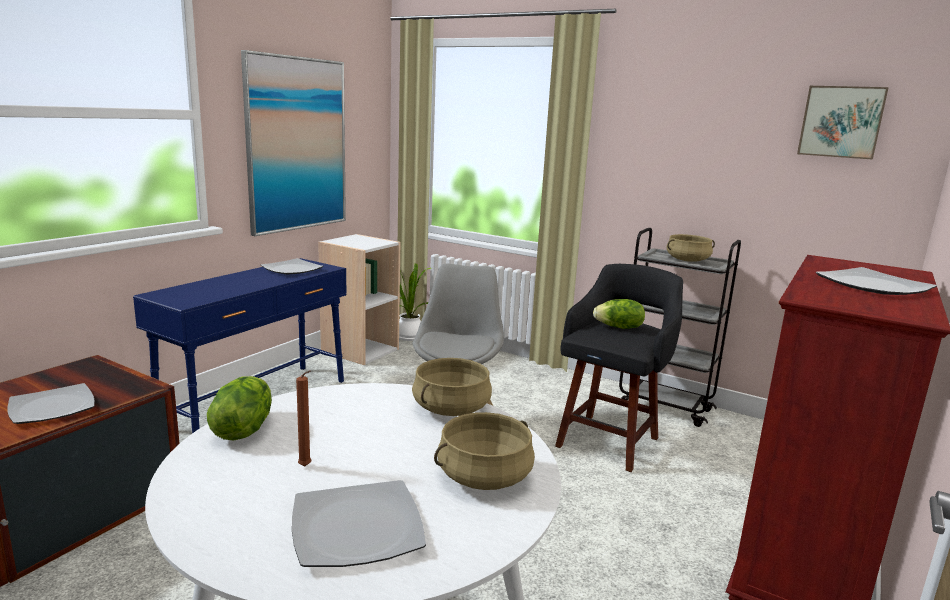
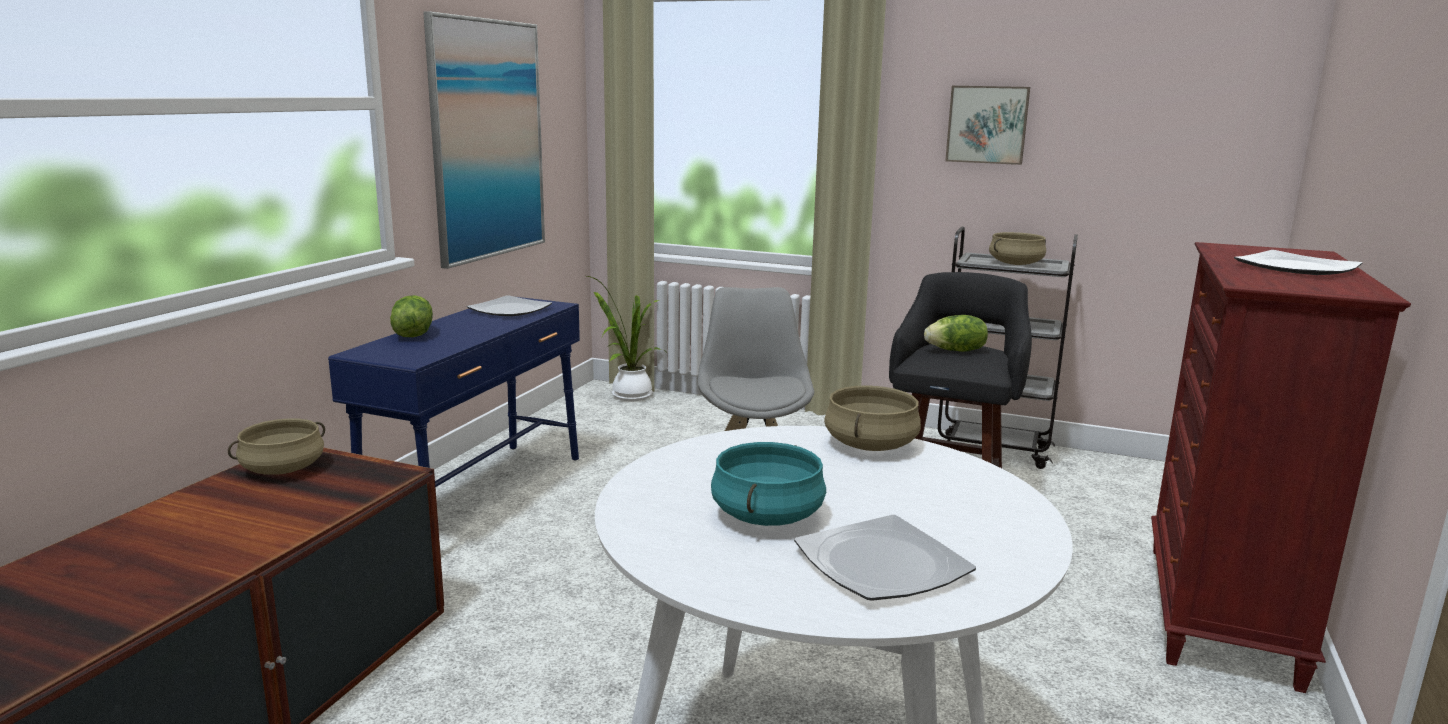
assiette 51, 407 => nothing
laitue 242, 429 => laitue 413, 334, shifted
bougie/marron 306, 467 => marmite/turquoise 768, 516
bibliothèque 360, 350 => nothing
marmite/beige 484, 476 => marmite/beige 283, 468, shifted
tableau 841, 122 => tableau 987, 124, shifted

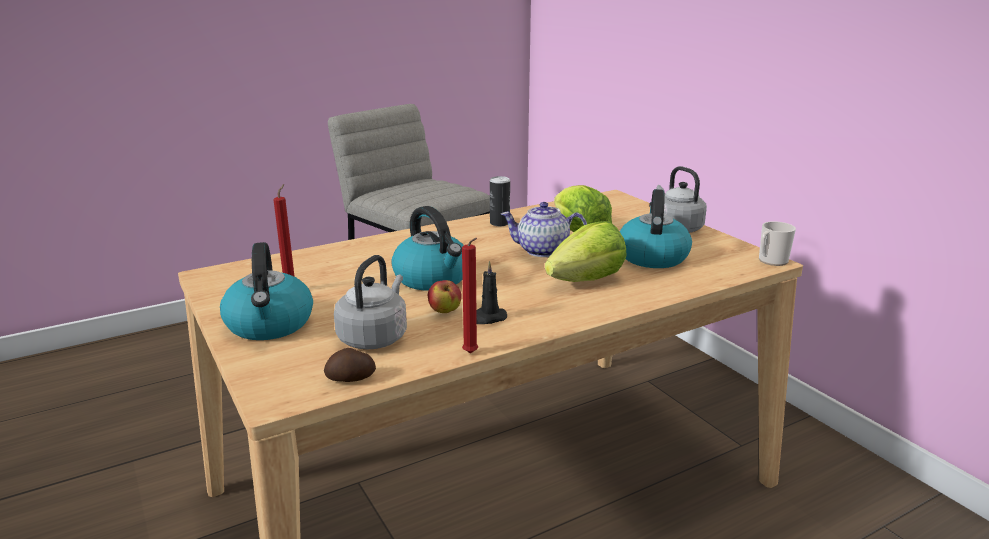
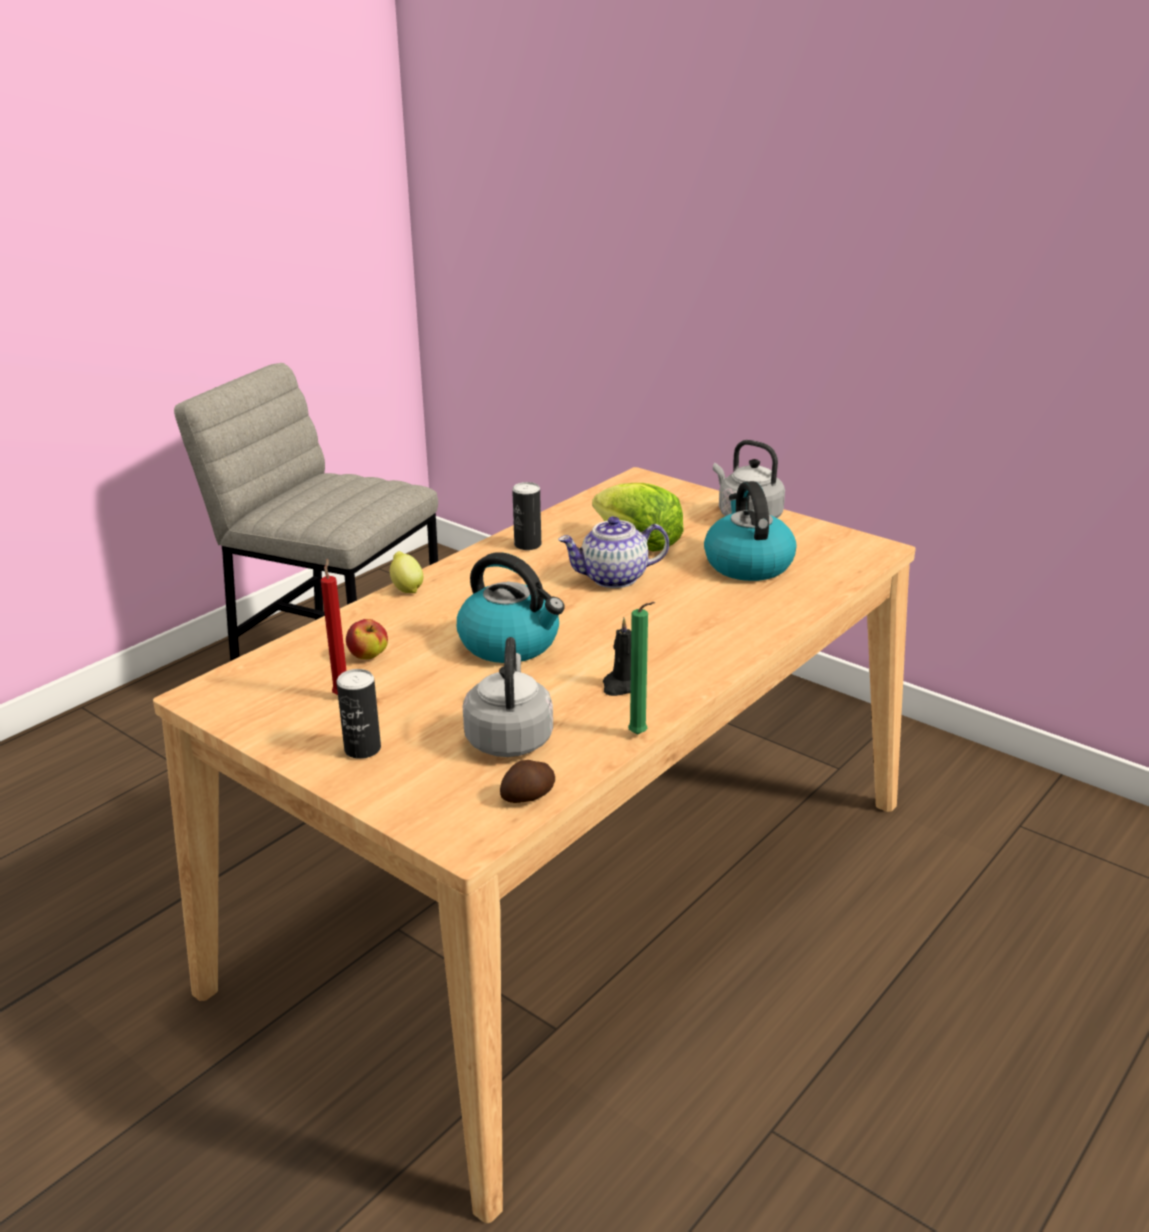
bouilloire 270, 325 => boîte métallique 362, 749
pomme 445, 311 => pomme 368, 656, shifted
bougie/rouge 471, 354 => bougie/vert 640, 735
laitue 587, 280 => nothing
mug 771, 261 => nothing
nothing => citron 406, 588

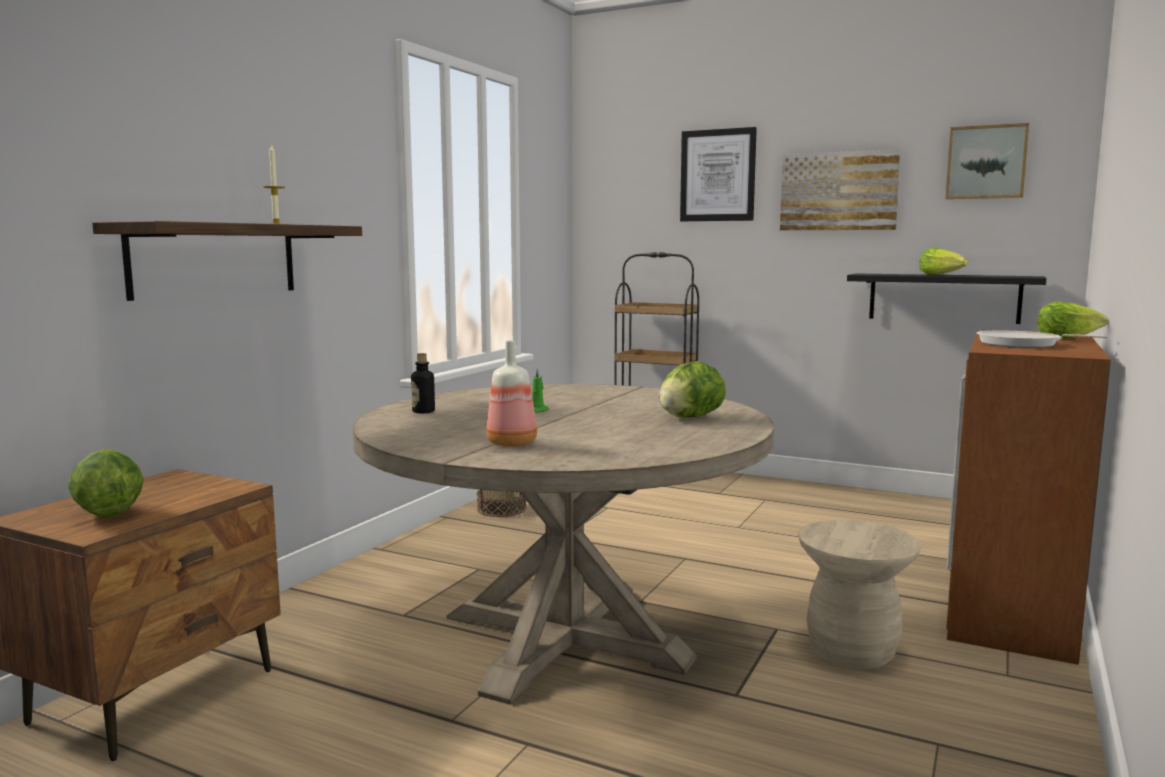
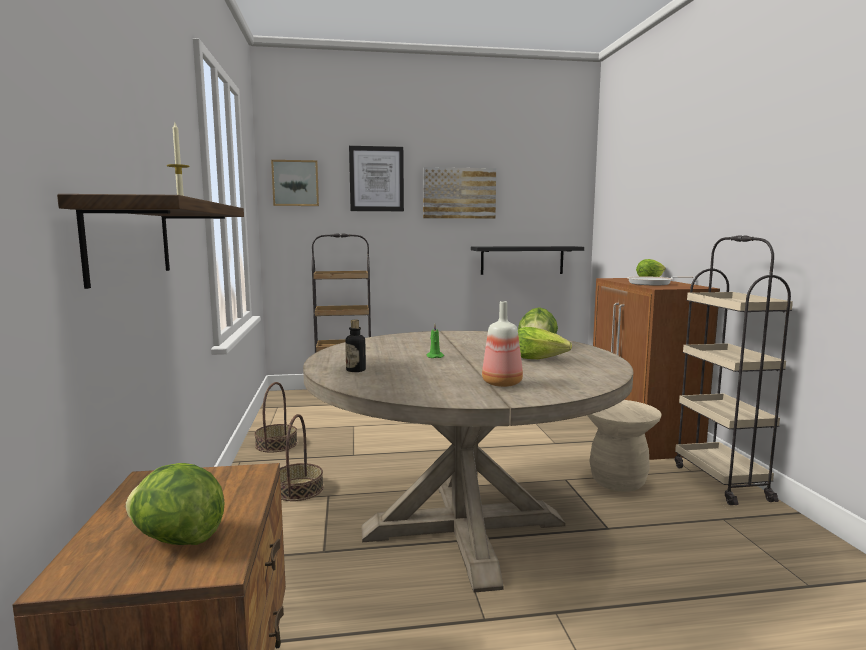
laitue 941, 275 => laitue 539, 359, shifted
tableau 986, 162 => tableau 295, 183, shifted
nothing => panier 298, 489
nothing => chariot/beige 721, 482

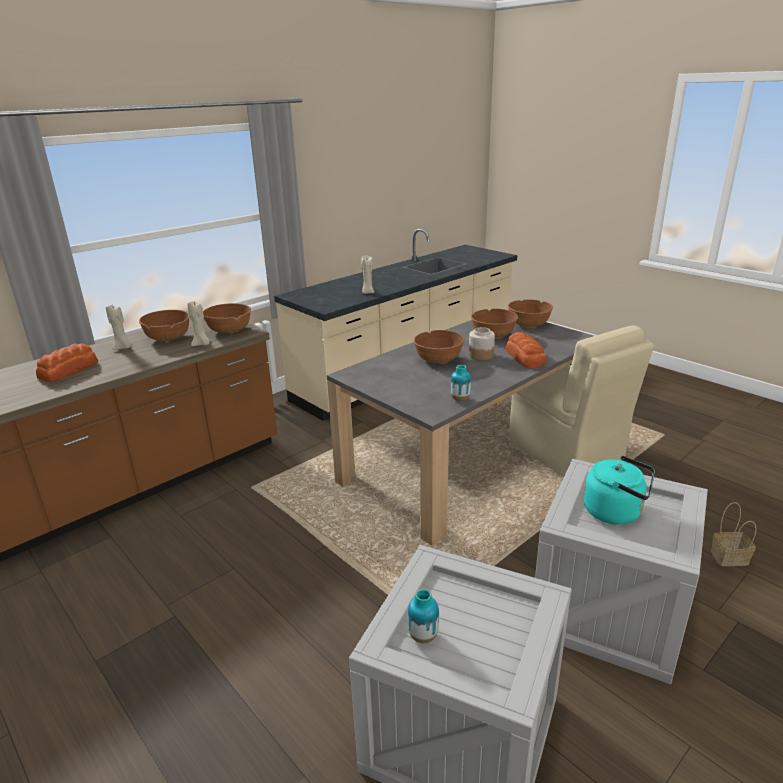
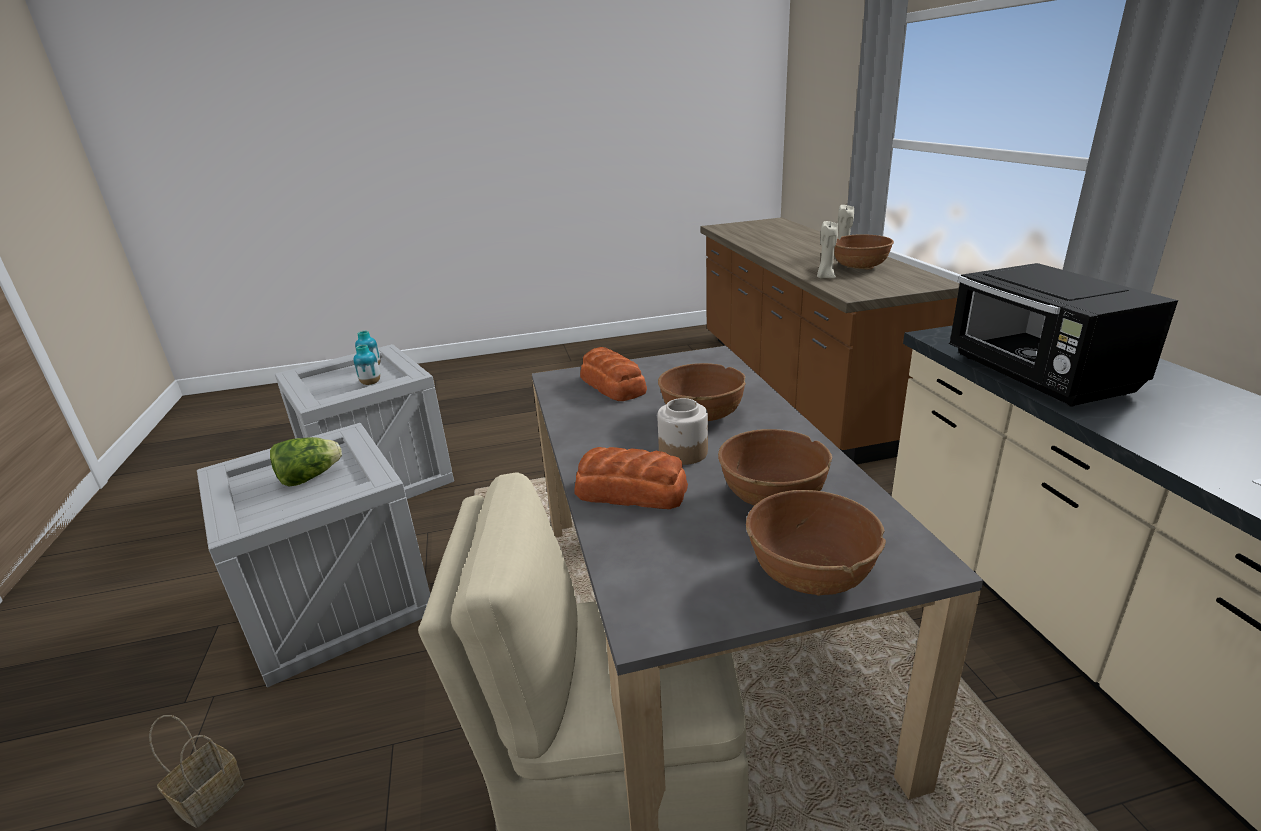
pain 69, 370 => pain 613, 386, shifted
bol/marron 229, 331 => nothing
bougie/beige 367, 292 => micro-ondes/noir 1039, 376
vase 460, 399 => vase 371, 383, shifted
bouilloire/turquoise 616, 512 => laitue 310, 477

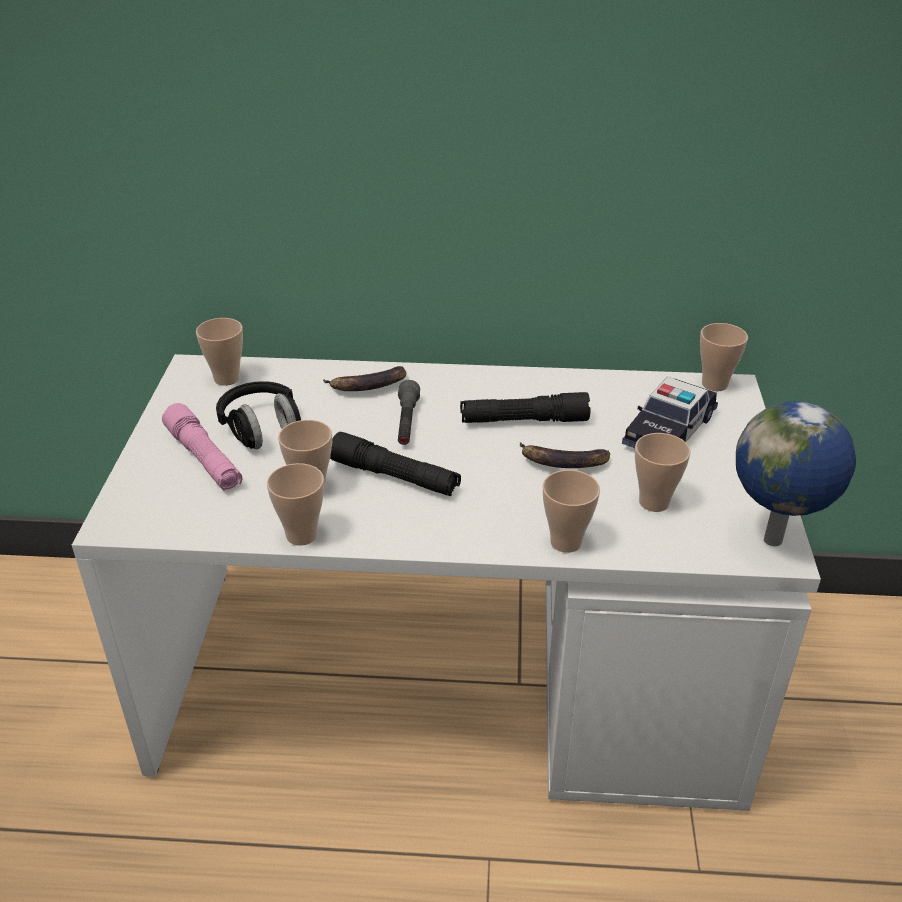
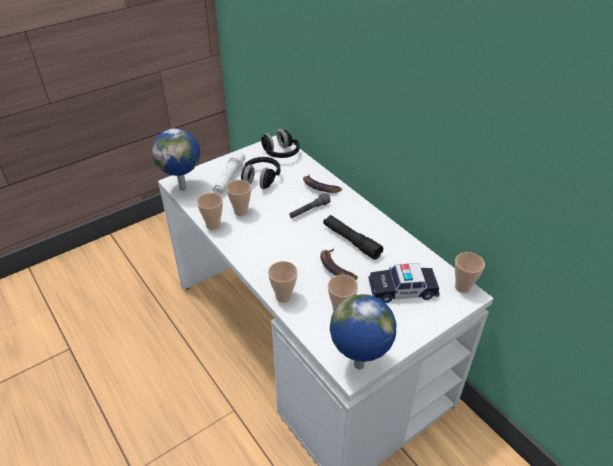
lampe de poche/rose 204, 459 => lampe de poche/blanc 229, 178
tasse 227, 378 => casque audio/noir 280, 153
lampe de poche/noir 395, 477 => nothing
nothing => globe 183, 187

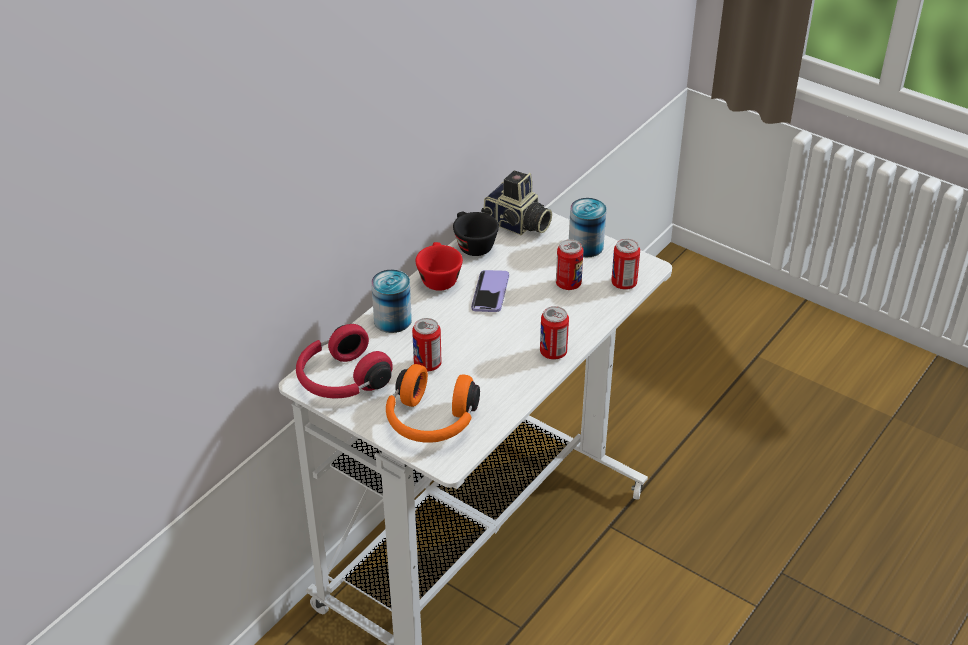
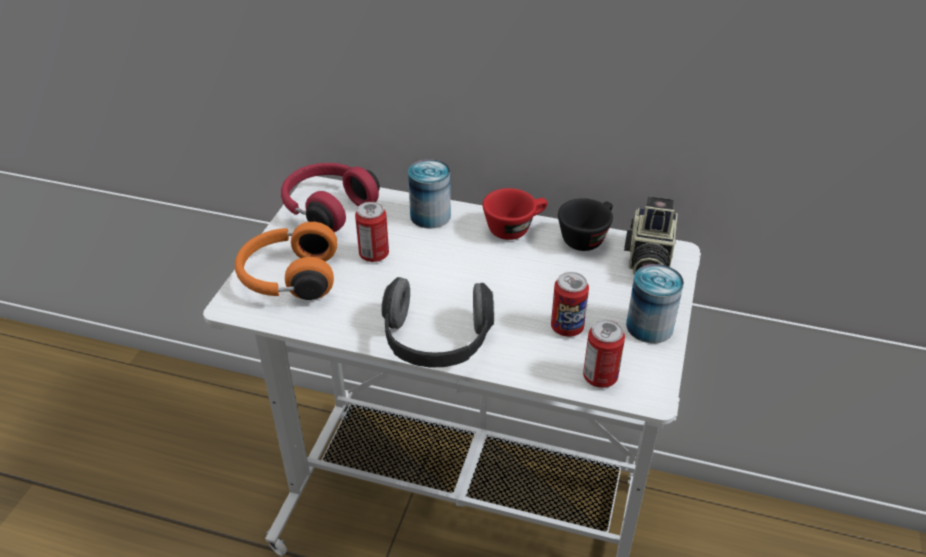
téléphone 490, 293 => nothing
boîte métallique 553, 352 => casque audio 436, 343

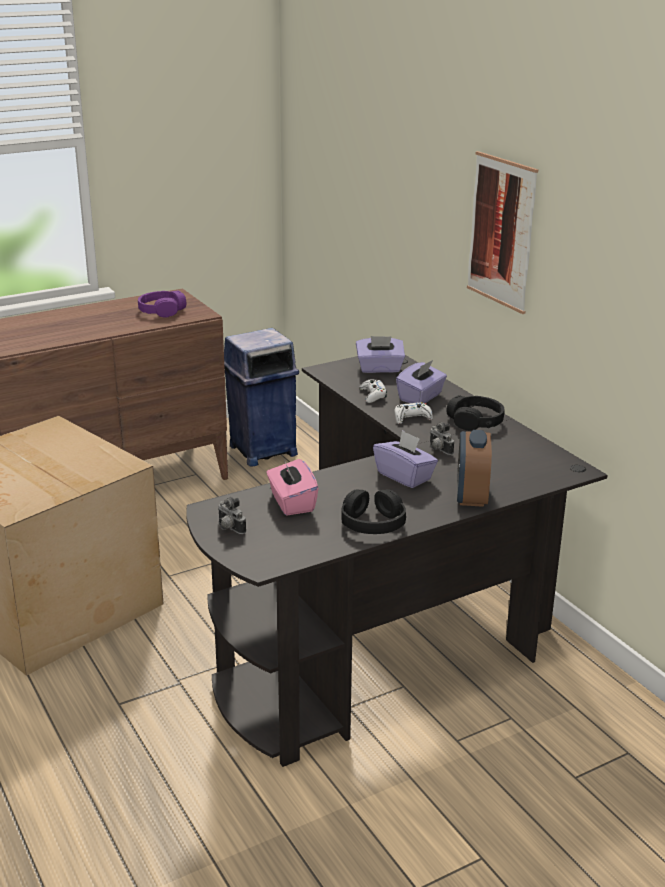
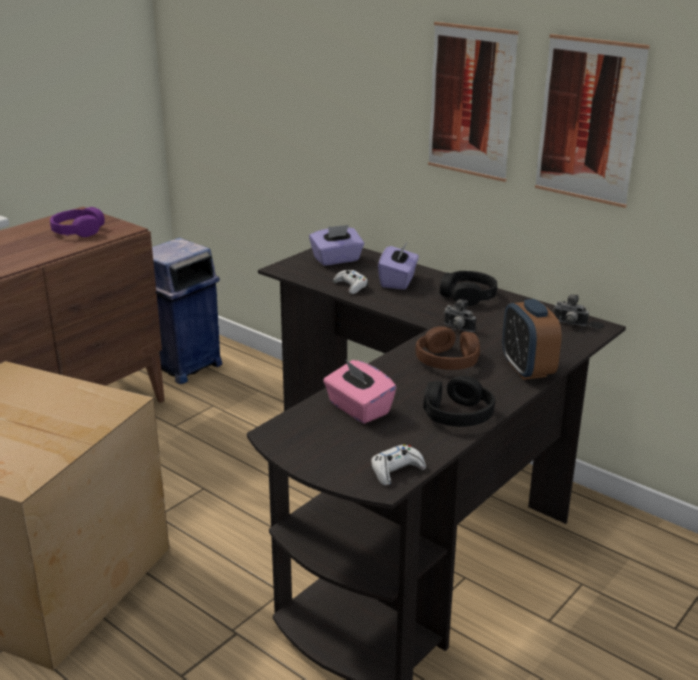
appareil photo 229, 528 => appareil photo 568, 324, shifted
boîte à mouchoirs/violet 404, 476 => casque audio/marron 447, 360
manette/blanc 412, 418 => manette/blanc 396, 470, shifted
nothing => tableau 589, 121

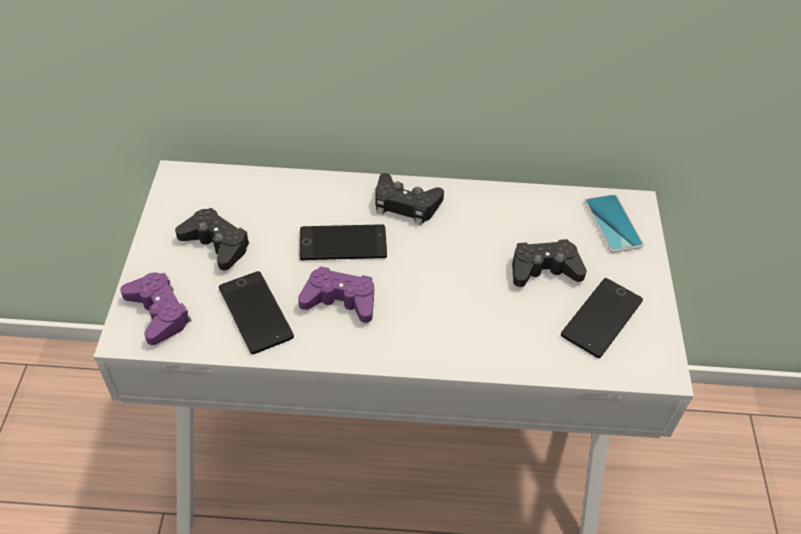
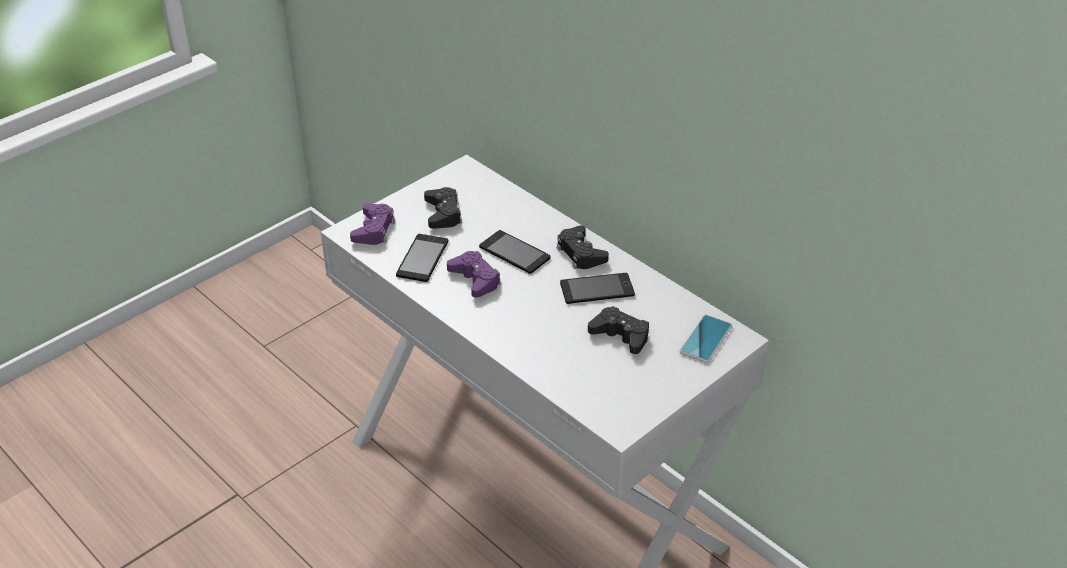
téléphone 601, 318 => téléphone 597, 289, shifted

